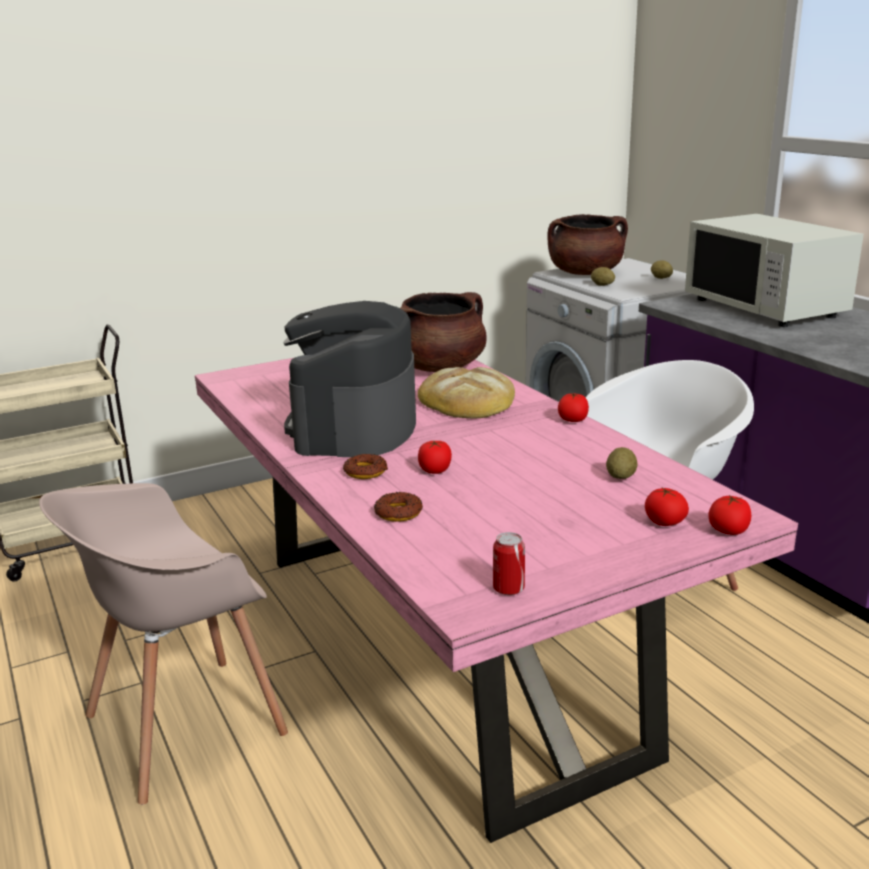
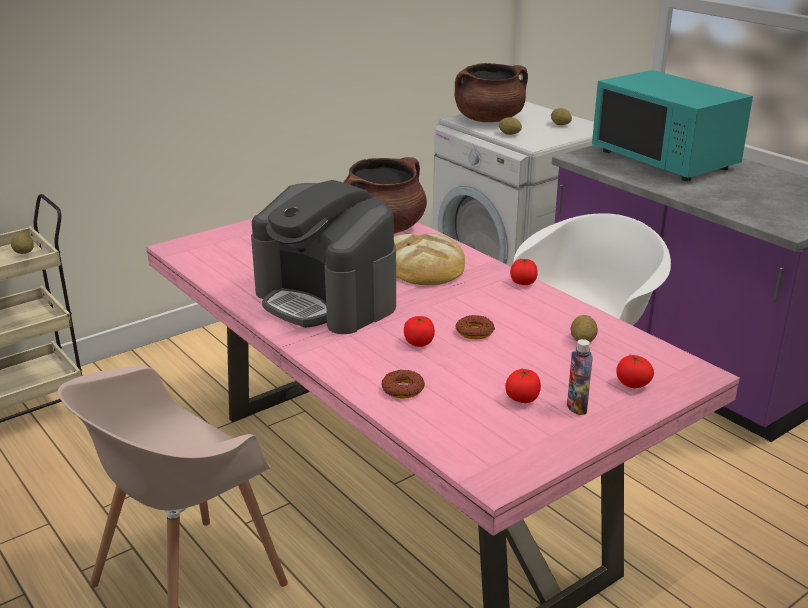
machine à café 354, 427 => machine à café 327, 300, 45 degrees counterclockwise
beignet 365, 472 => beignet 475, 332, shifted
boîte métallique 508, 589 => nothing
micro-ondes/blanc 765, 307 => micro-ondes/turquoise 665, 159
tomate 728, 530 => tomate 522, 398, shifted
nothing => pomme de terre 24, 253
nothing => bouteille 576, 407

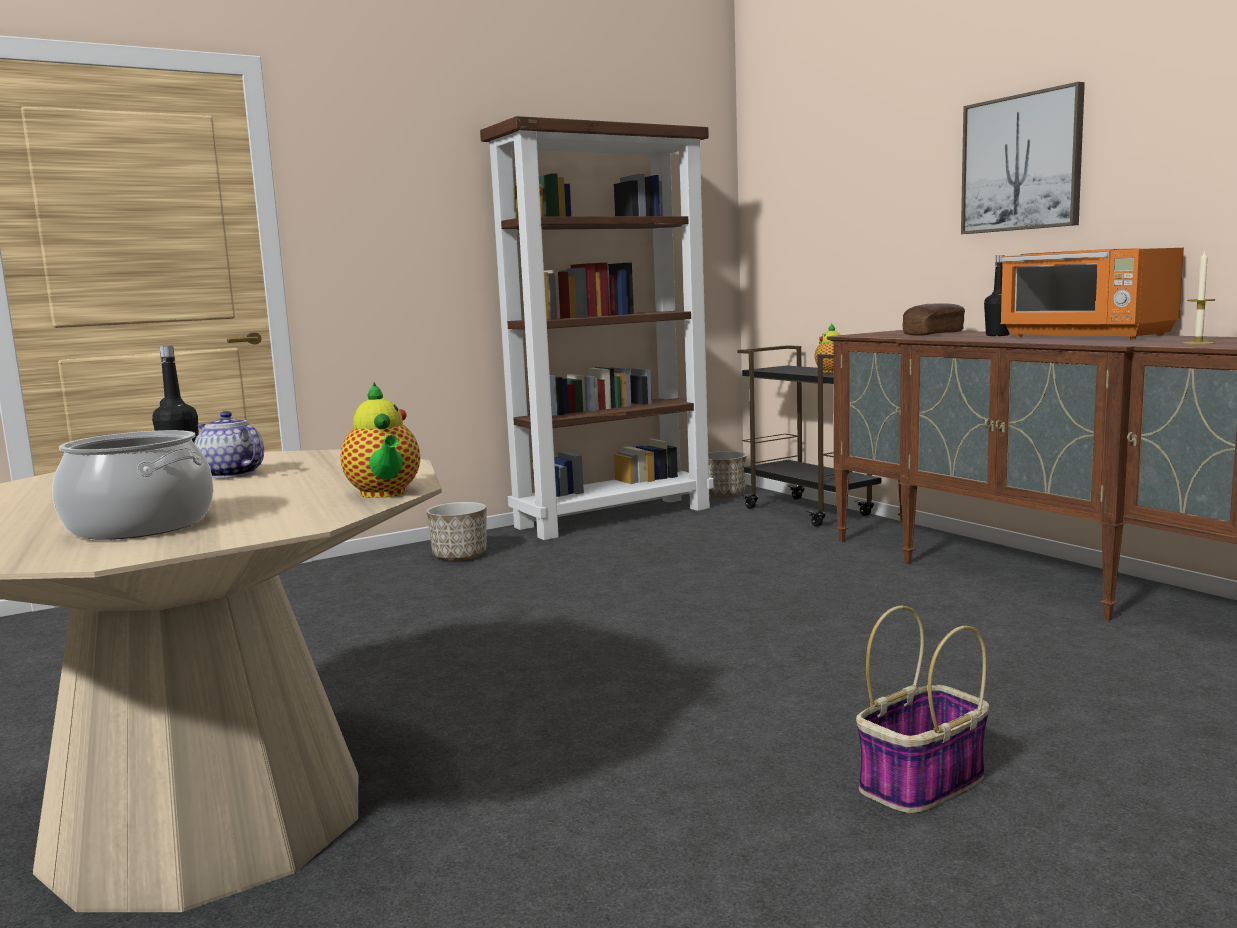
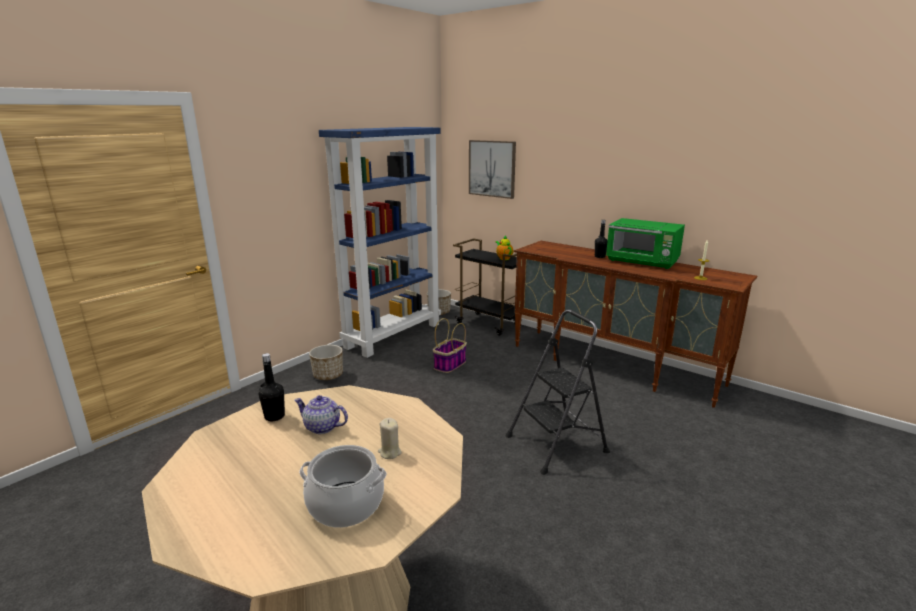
théière 384, 494 => nothing
bibliothèque/marron 614, 517 => bibliothèque/bleu 393, 335
panier 921, 784 => panier 450, 365, shifted
pain 933, 334 => nothing
tableau 1021, 163 => tableau 492, 168, shifted
micro-ondes/orange 1087, 336 => micro-ondes/vert 642, 262
nothing => bougie/beige 389, 452
nothing => escabeau/noir 559, 442

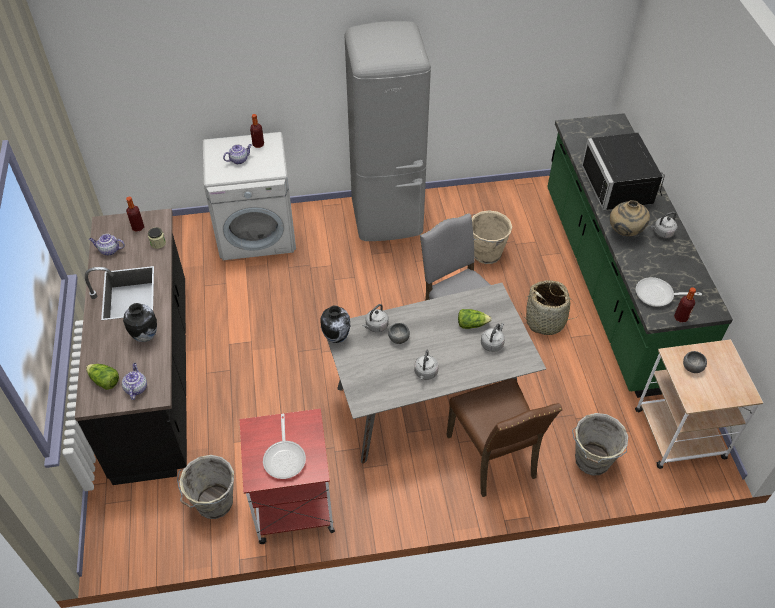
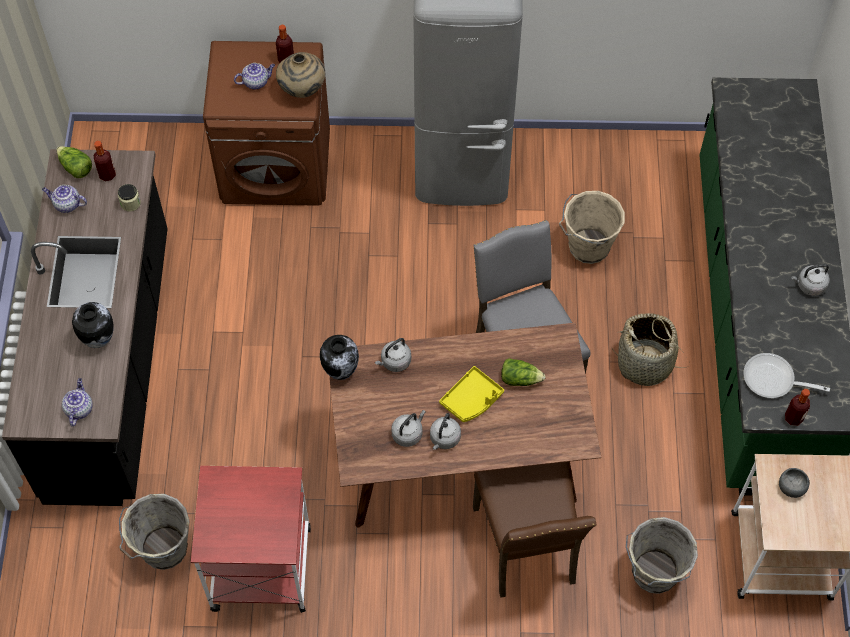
laitue 104, 381 => laitue 75, 167, shifted
lave-linge/blanc 257, 233 => lave-linge/marron 276, 167
poêle 285, 457 => nothing
table à manger/gris 428, 404 => table à manger/marron 457, 460
bol/gris 398, 338 => nothing
bouilloire/gris 492, 343 => bouilloire/gris 408, 433, shifted
micro-ondes/noir 622, 186 => nothing
vase/beige 624, 233 => vase/beige 302, 91, shifted
nothing => plateau/jaune 471, 399

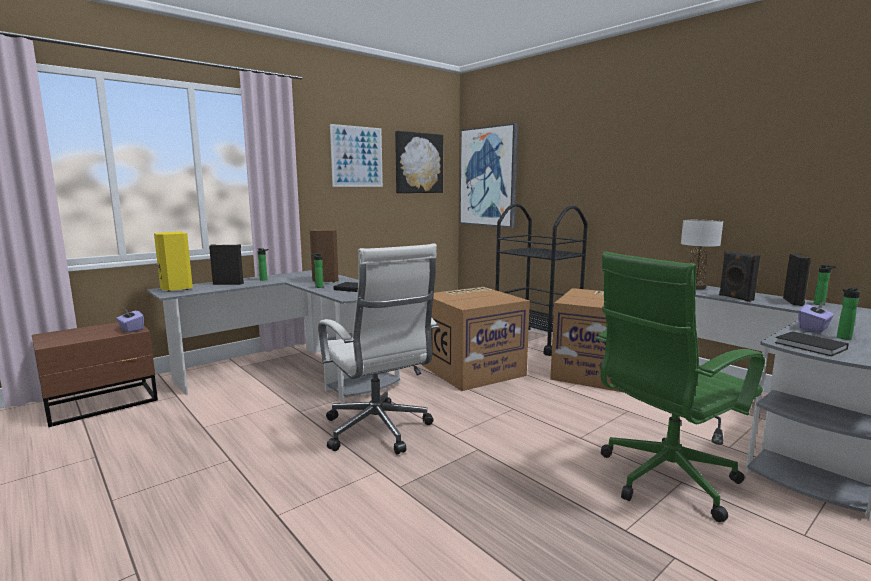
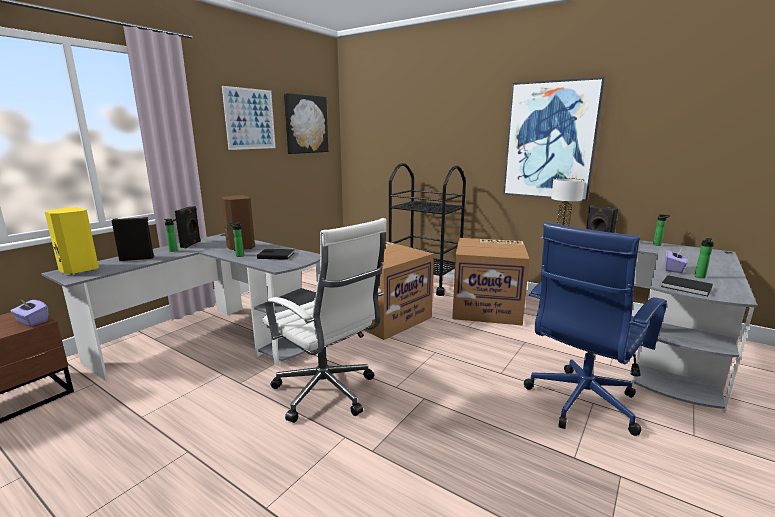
tableau 489, 177 => tableau 550, 141, shifted
chaise de bureau/vert 663, 481 => chaise de bureau/bleu 580, 404
enceinte/noir 794, 302 => enceinte/noir 191, 244, shifted

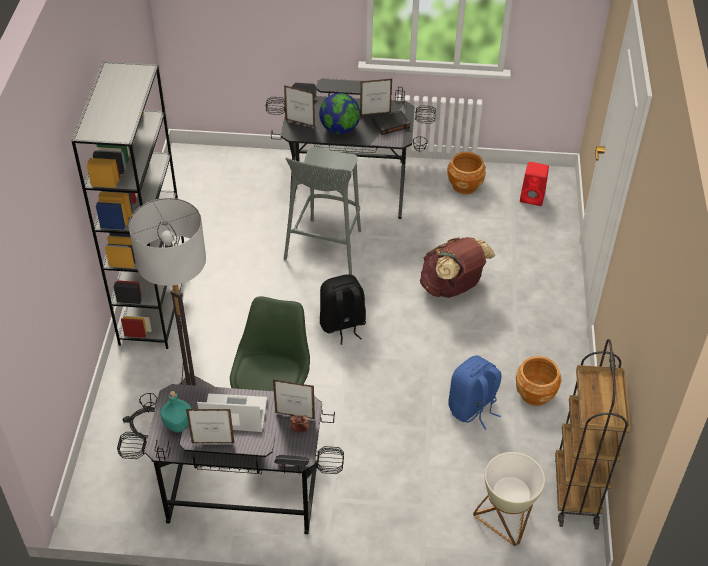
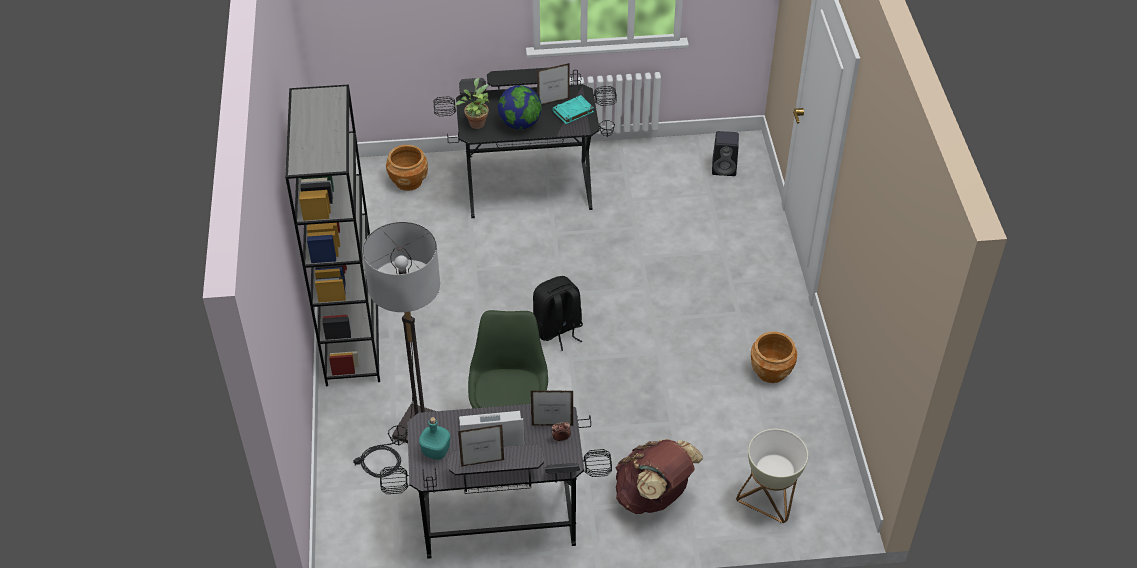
cadre photo 300, 123 => plante en pot 476, 122
tabouret/gris 325, 247 => nothing
livre/noir 391, 125 => livre/turquoise 572, 112
sac à dos/marron 452, 287 => sac à dos/marron 653, 496, shifted
cache-pot/marron 465, 185 => cache-pot/marron 408, 181, shifted
sac à dos/bleu 472, 408 => nothing
enceinte/rouge 533, 197 => enceinte/noir 725, 168
chariot/marron 576, 492 => nothing

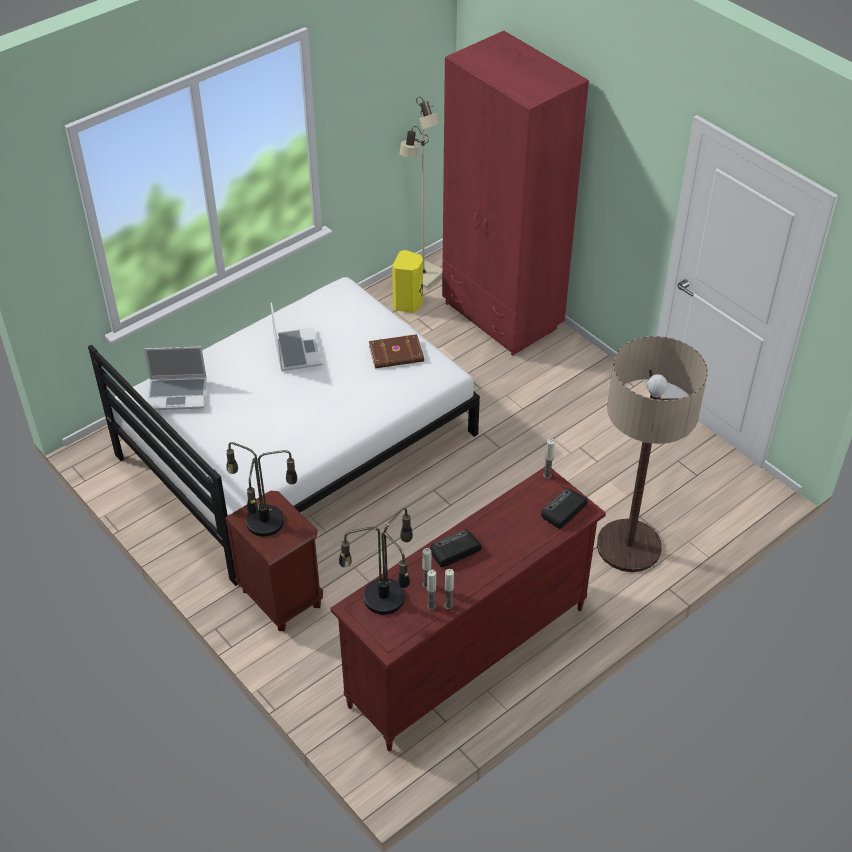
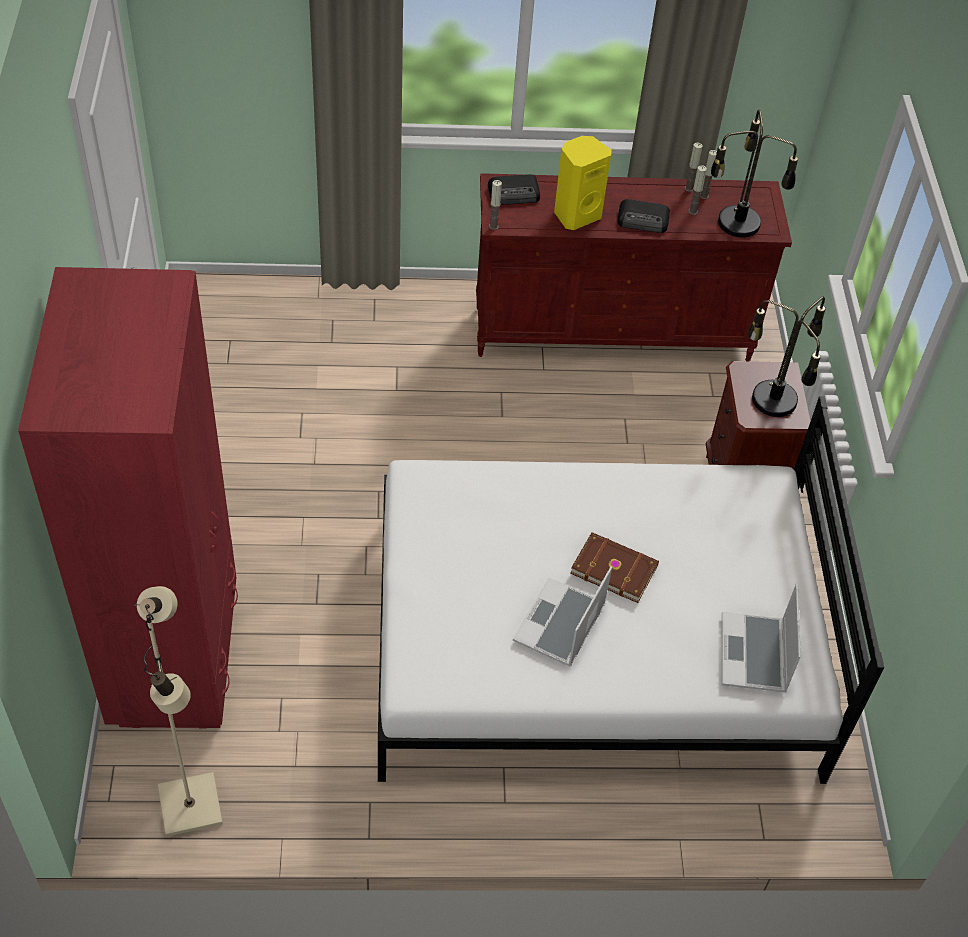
ordinateur portable 178, 394 => ordinateur portable 755, 655, 120 degrees counterclockwise
livre/marron 396, 354 => livre/marron 614, 568, shifted
enceinte/jaune 408, 304 => enceinte/jaune 576, 214, shifted
lampadaire 628, 546 => nothing

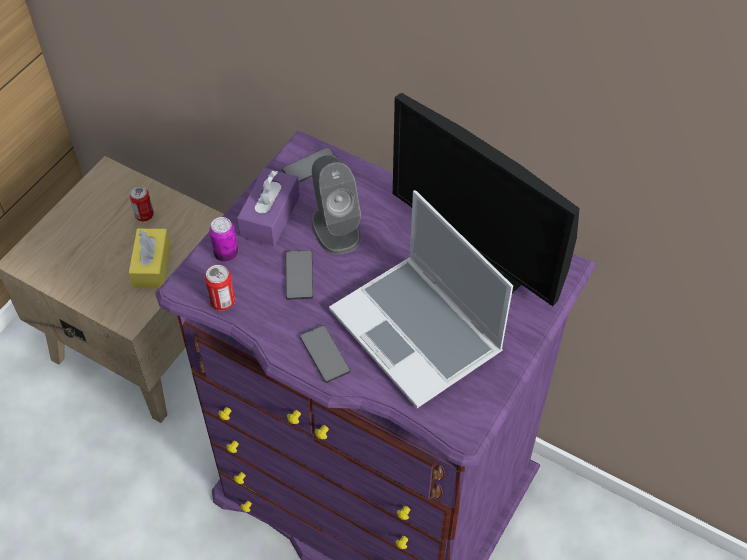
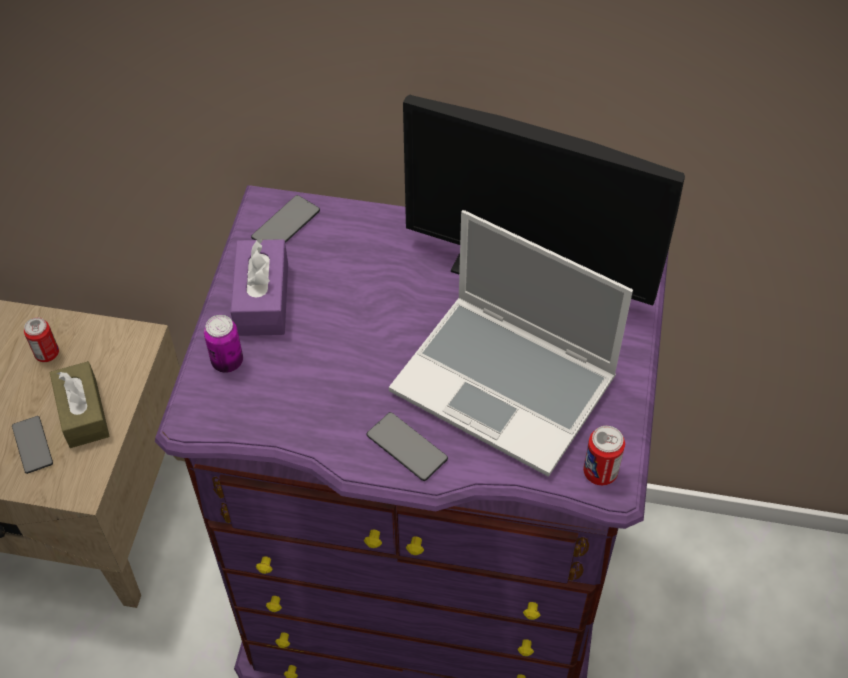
boîte à mouchoirs/jaune 152, 265 => boîte à mouchoirs/marron 83, 413
boîte métallique 222, 301 => boîte métallique 600, 472, shifted
téléphone 299, 275 => téléphone 32, 445, shifted
enceinte/gris 335, 228 => nothing

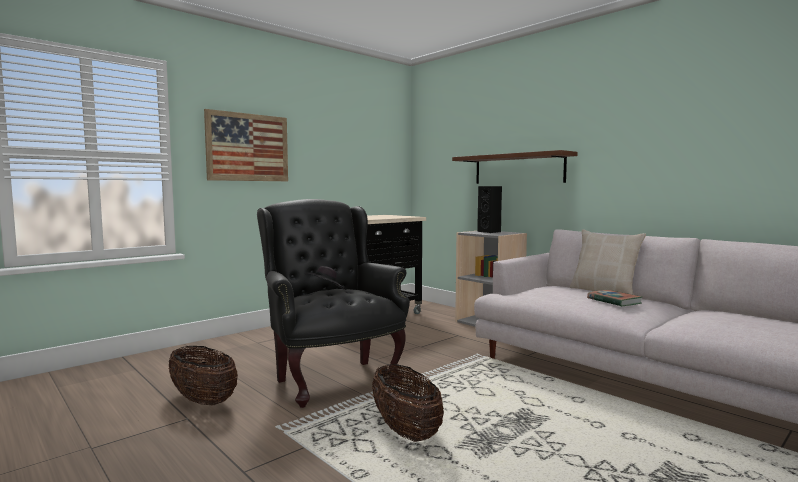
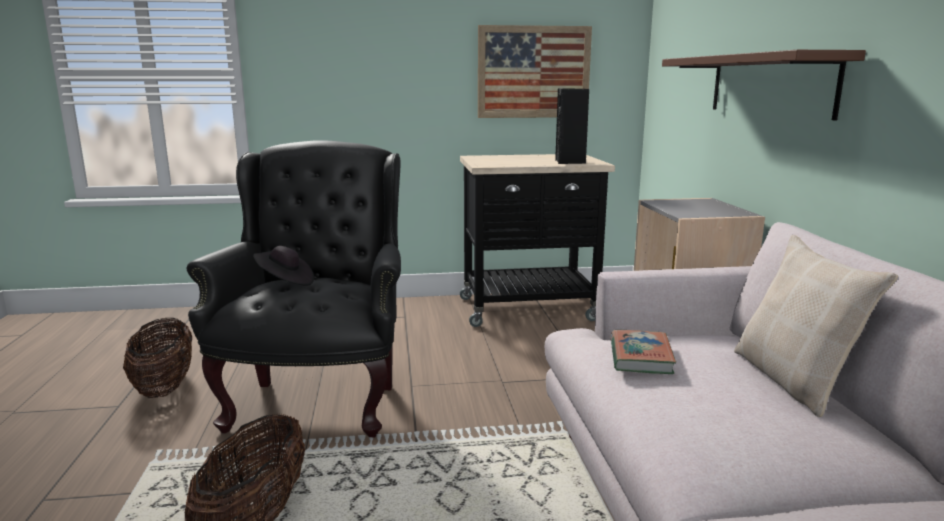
tableau 248, 147 => tableau 533, 72, shifted
enceinte/noir 490, 232 => enceinte/noir 570, 162, shifted
livre 614, 301 => livre 640, 357, shifted

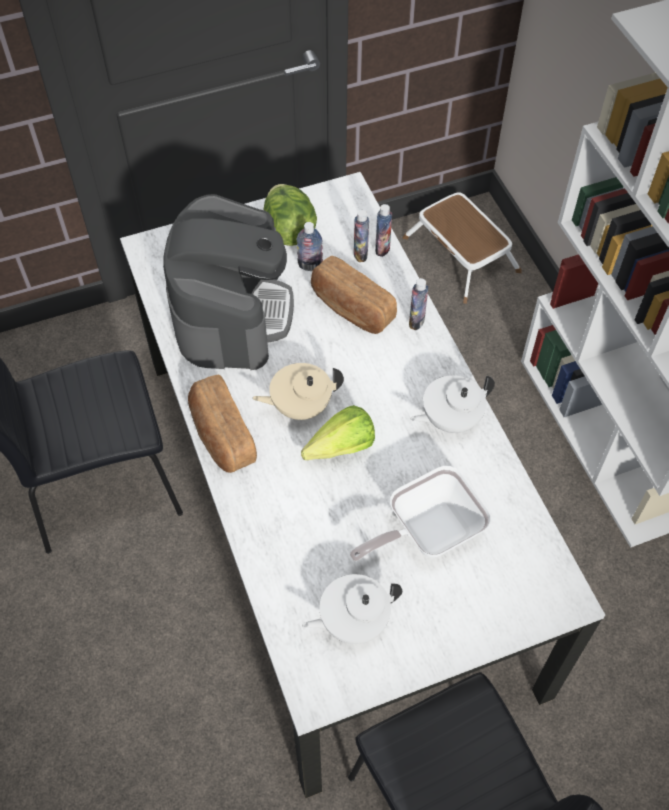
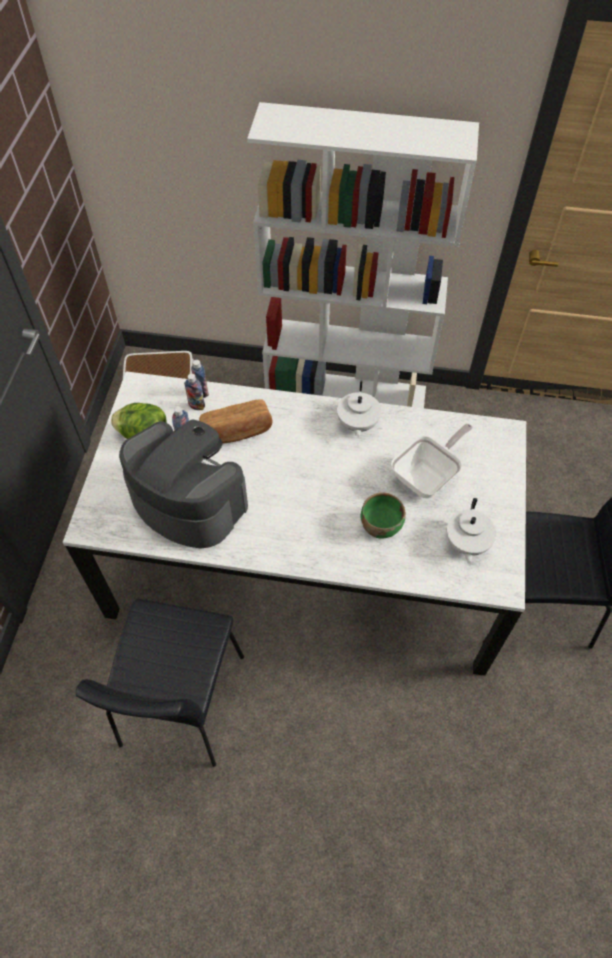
pain 221, 435 => nothing
théière/beige 300, 406 => nothing
laitue 335, 449 => nothing
poêle 426, 532 => poêle 428, 476, 135 degrees counterclockwise
bouteille 416, 321 => nothing
nothing => bol/vert 380, 525

